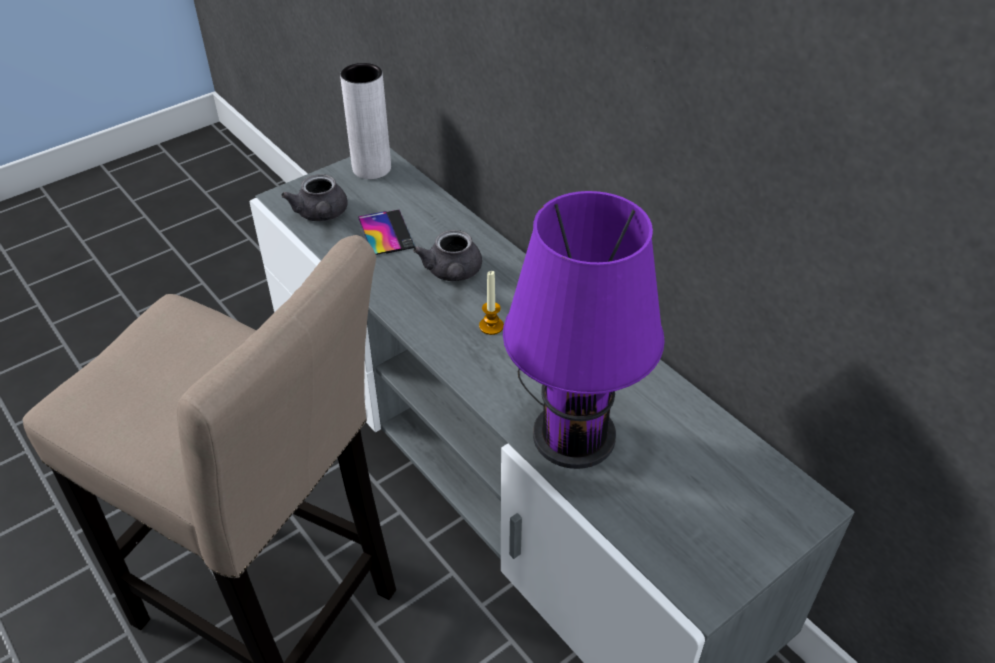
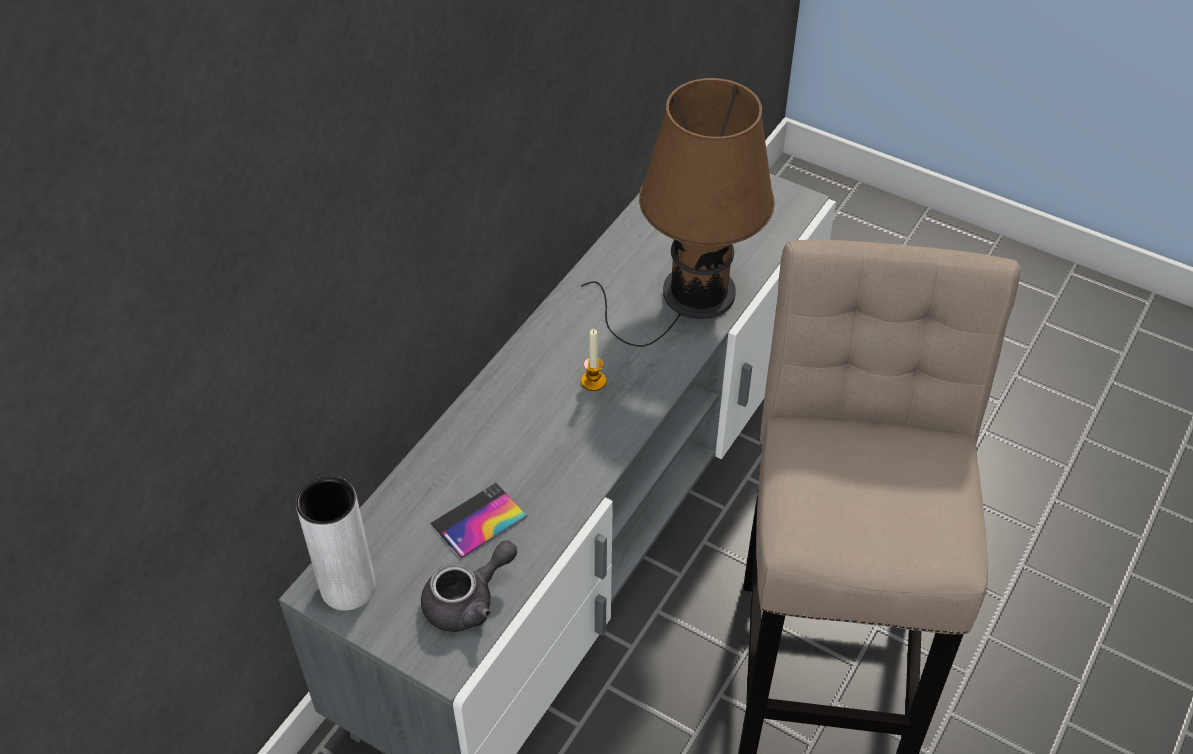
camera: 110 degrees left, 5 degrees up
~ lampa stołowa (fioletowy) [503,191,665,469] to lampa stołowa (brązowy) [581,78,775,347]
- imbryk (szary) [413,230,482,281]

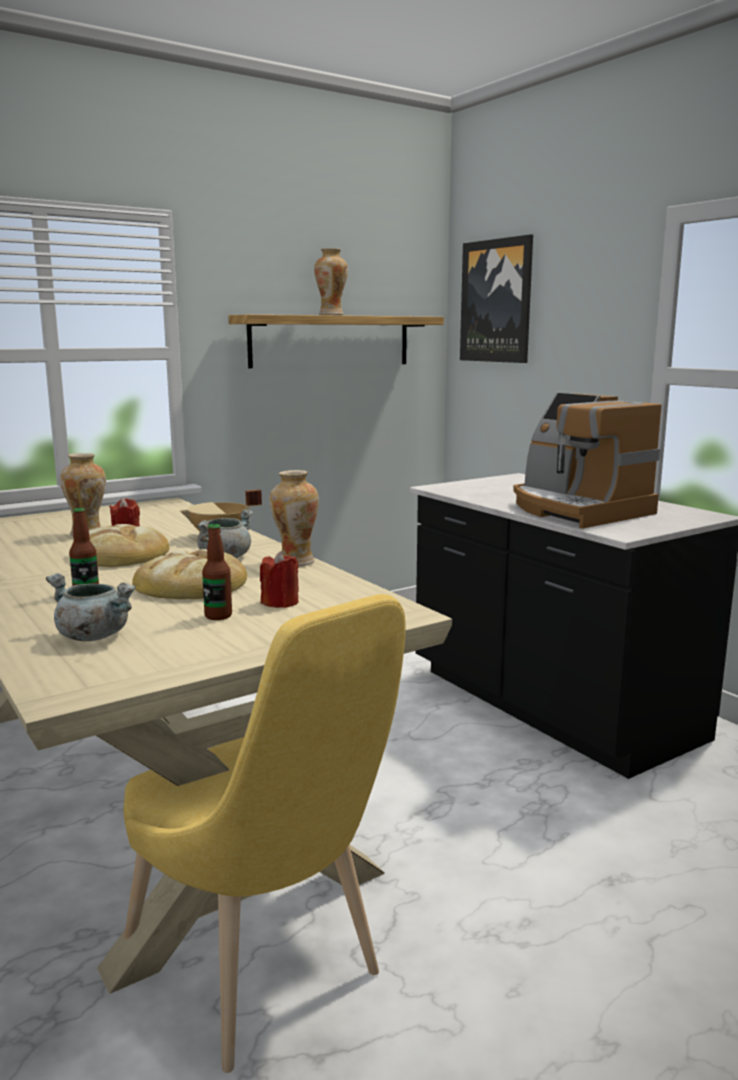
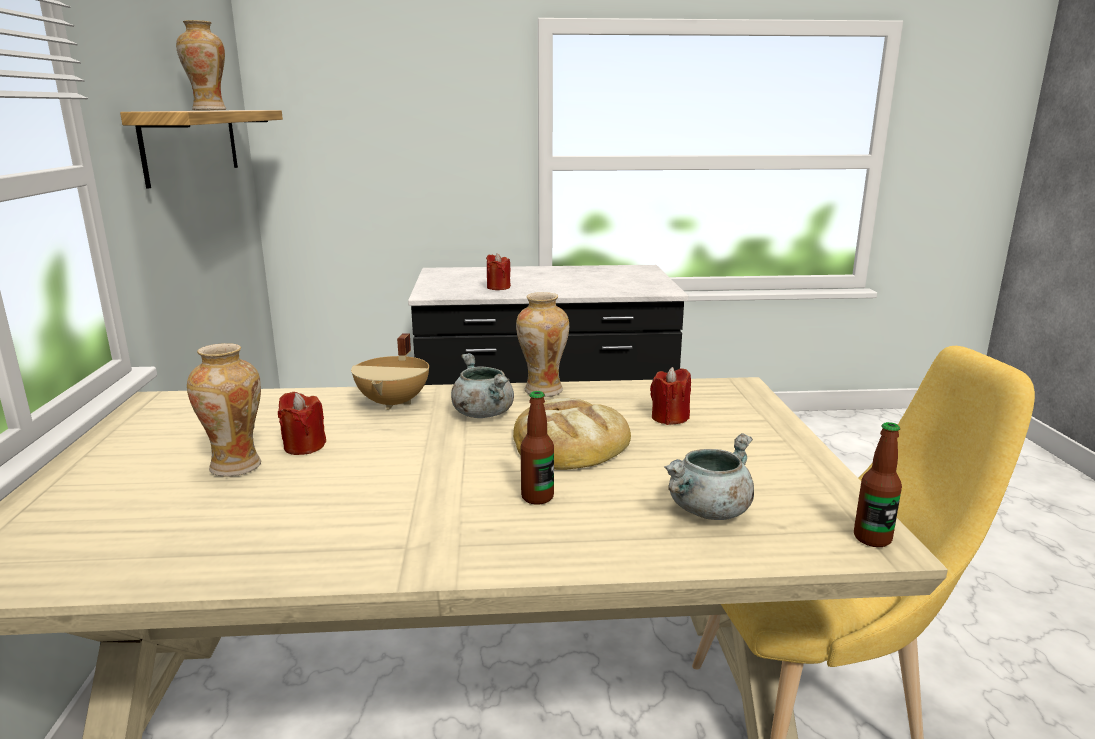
camera: 60 degrees left, 5 degrees up
- obraz [460,234,533,363]
- ekspres do kawy [513,393,661,529]
- chleb [72,524,169,567]
~ butelka [202,524,232,620] to [854,422,902,547]
+ świeca (czerwony) [486,253,511,290]

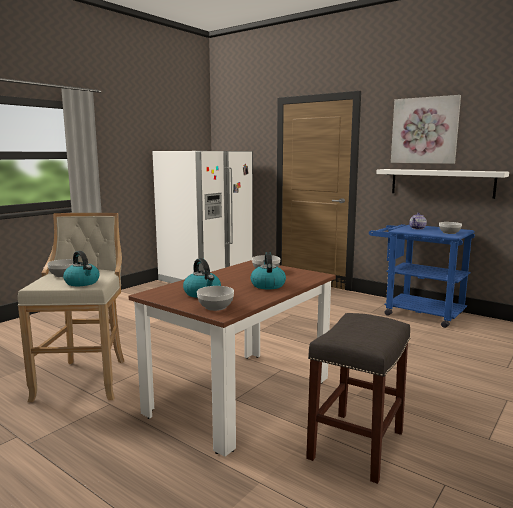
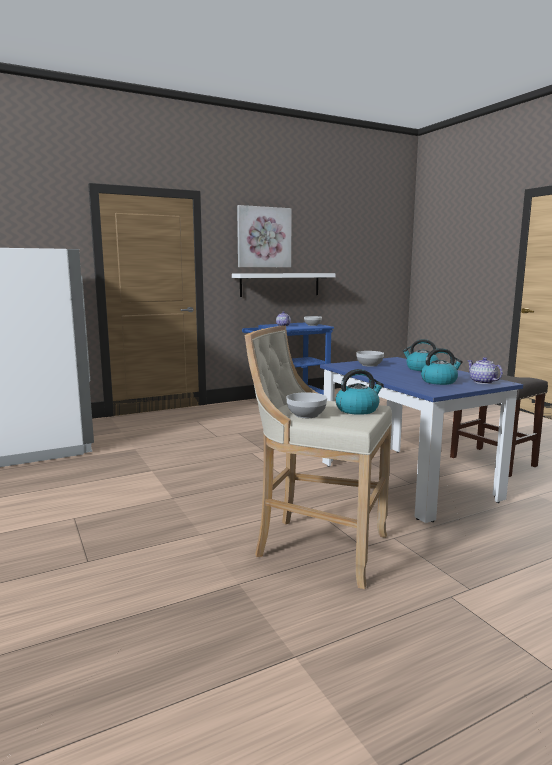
camera: 65 degrees left, 0 degrees up
~ stół jadalny (brązowy) [129,260,336,457] to stół jadalny (niebieski) [320,357,523,523]
~ miska [197,286,234,311] to imbryk [467,357,503,384]

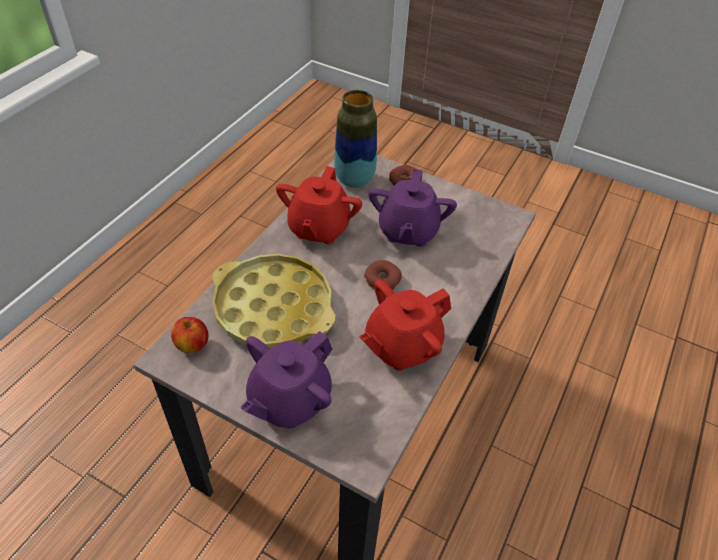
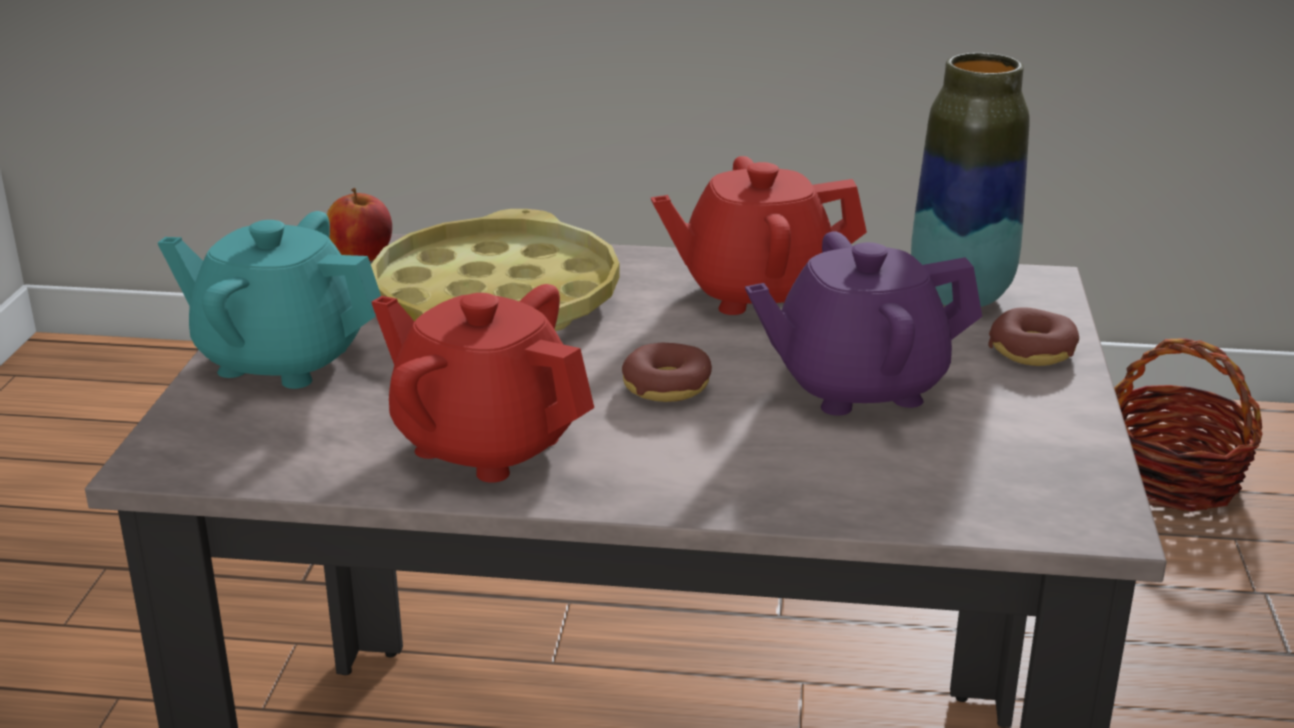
camera: 70 degrees right, 20 degrees down
~ imbryk (fioletowy) [241,331,332,429] to imbryk (turkusowy) [158,211,381,389]
+ koszyk [1114,338,1262,512]

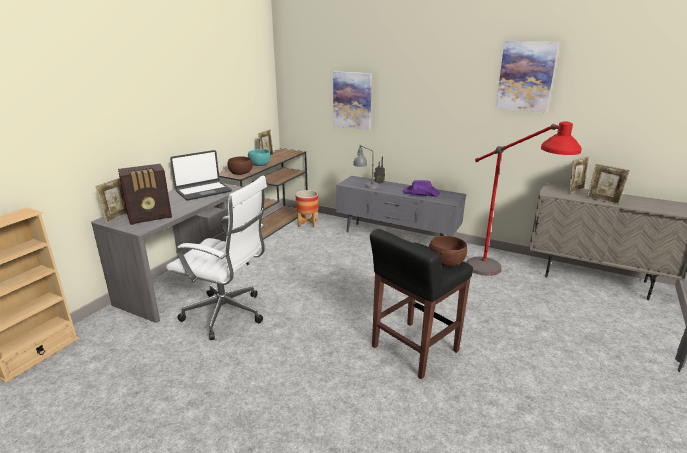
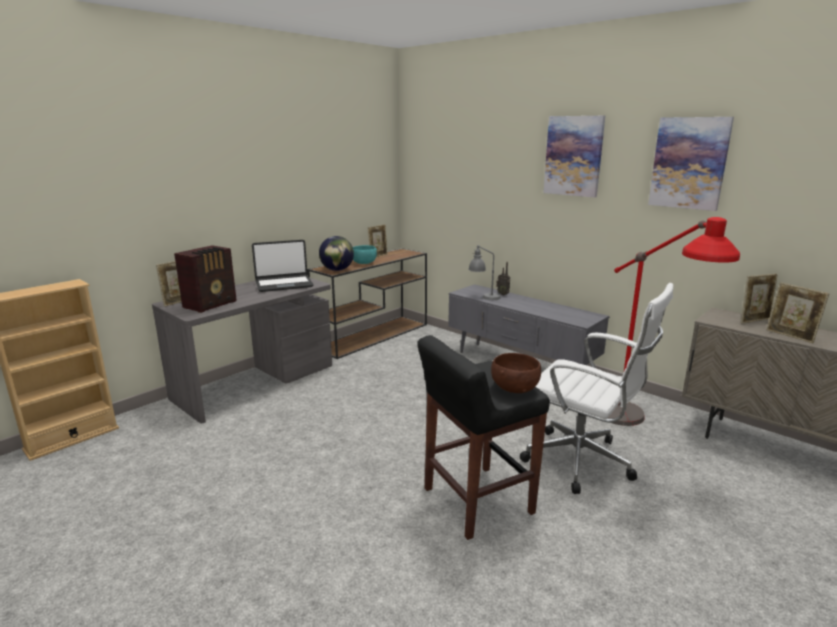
camera: 15 degrees right, 5 degrees down
~ obraz [333,71,372,130] to [543,116,605,198]
~ miska (brązowy) [227,156,253,175] to globus [319,236,354,271]
~ radio [118,164,172,225] = [174,245,236,313] 45 degrees counterclockwise
~ krzesło biurowe (biały) [166,175,267,340] to [520,283,674,494]
- kapelusz (fioletowy) [402,180,440,196]
- donica [296,190,319,228]

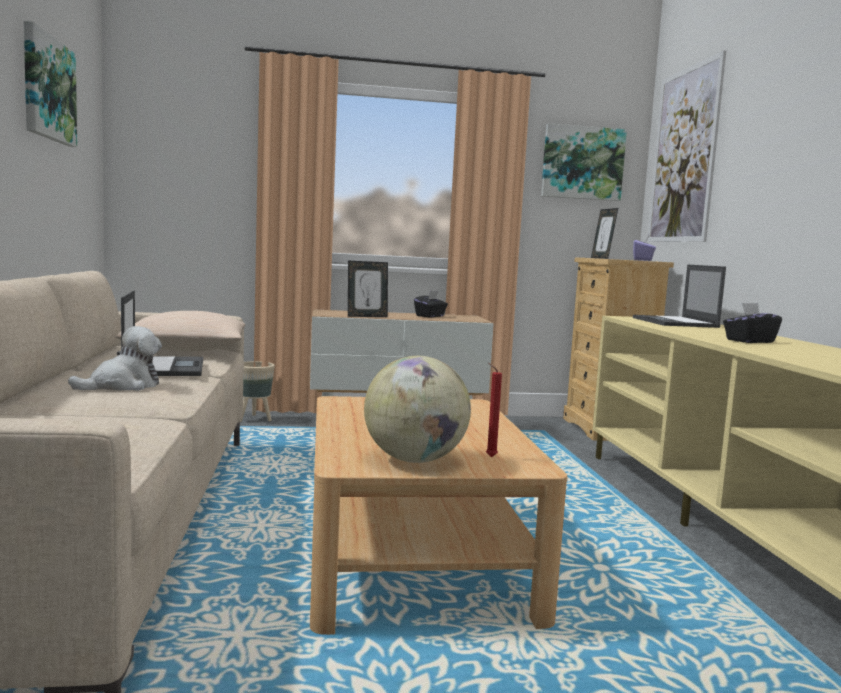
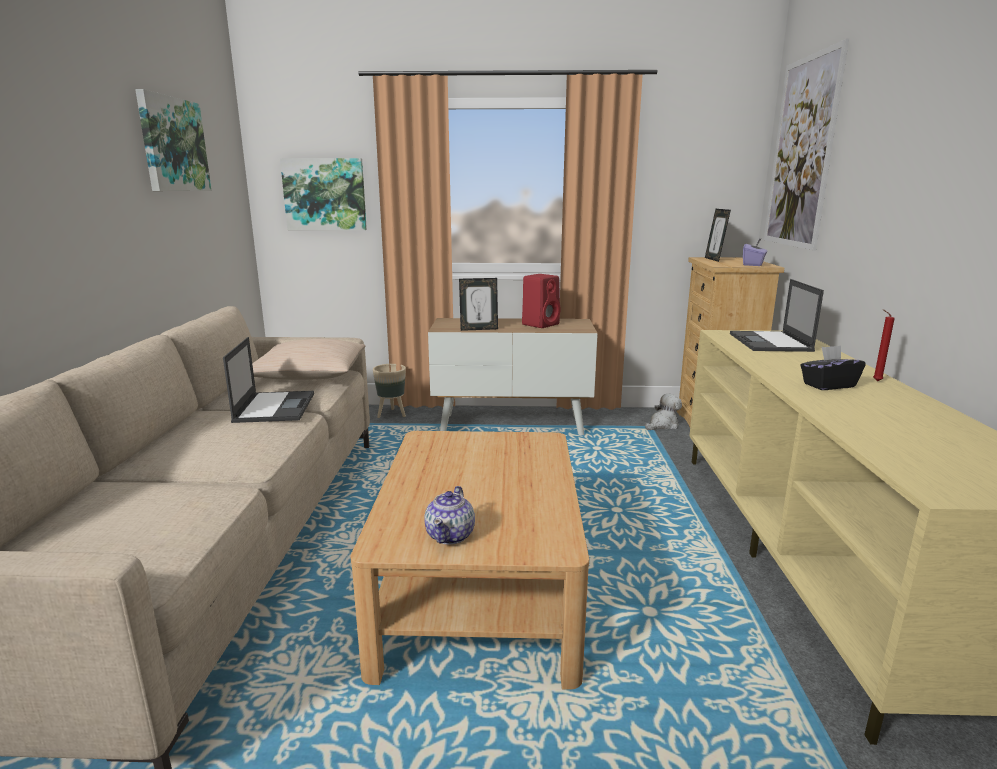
camera: 10 degrees right, 10 degrees up
~ obraz [541,123,627,201] to [280,158,367,230]
~ pudełko chusteczek (czarny) [414,291,448,318] to głośnik (czerwony) [522,274,561,328]
~ pluszak [68,326,162,391] to [645,394,682,430]
~ globus [364,356,471,463] to imbryk [424,486,475,545]
~ świeca (czerwony) [486,363,502,457] to [873,309,895,381]

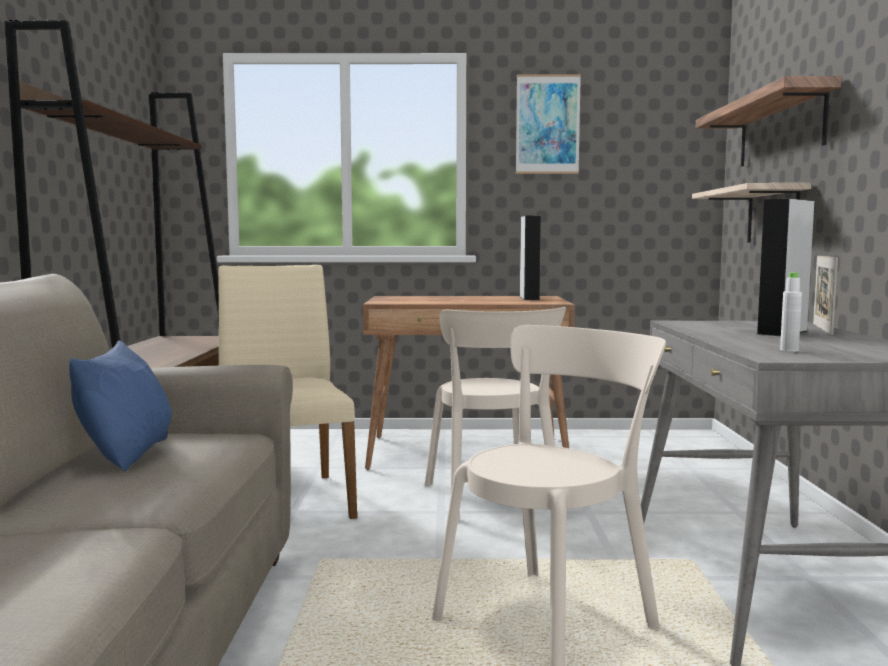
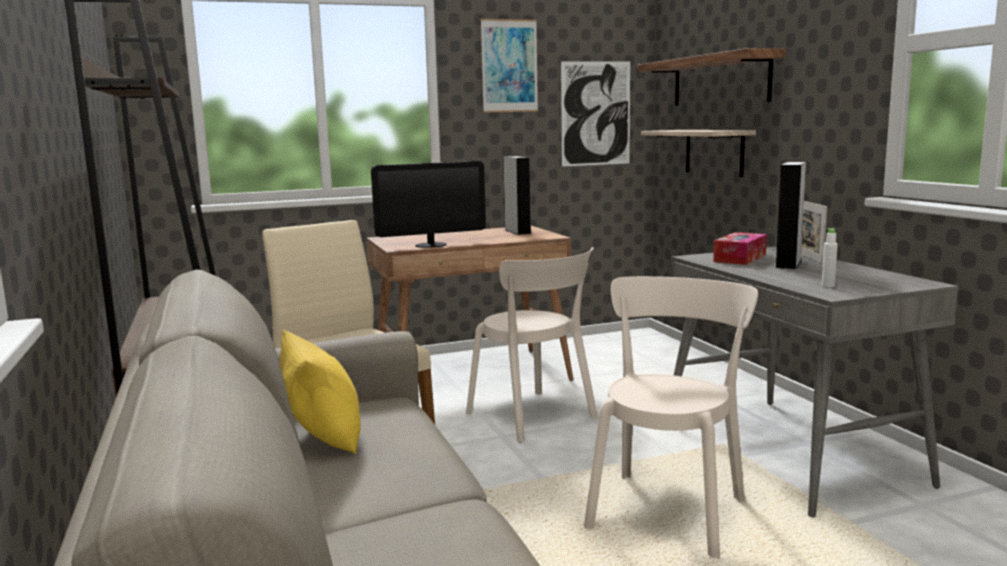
camera: 20 degrees left, 5 degrees up
~ poduszka (niebieski) [69,340,172,471] to poduszka (żółty) [280,330,361,454]
+ obraz [561,61,630,167]
+ monitor [371,161,486,248]
+ pudełko chusteczek [713,232,767,265]

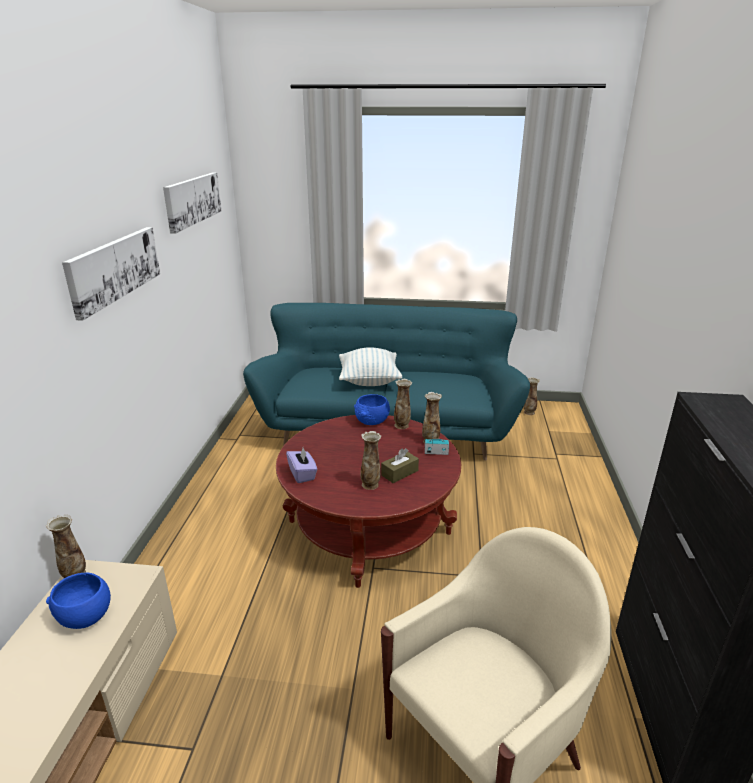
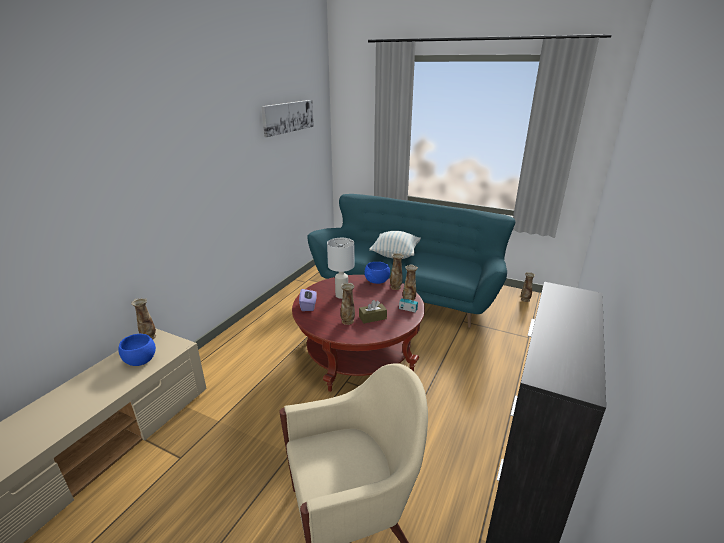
camera: 20 degrees right, 0 degrees up
- obraz [62,227,160,321]
+ lampa stołowa (biały) [327,238,355,299]

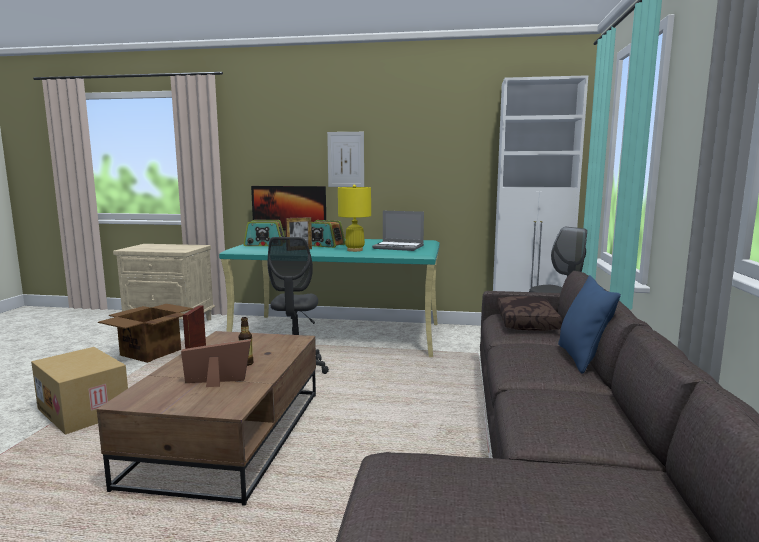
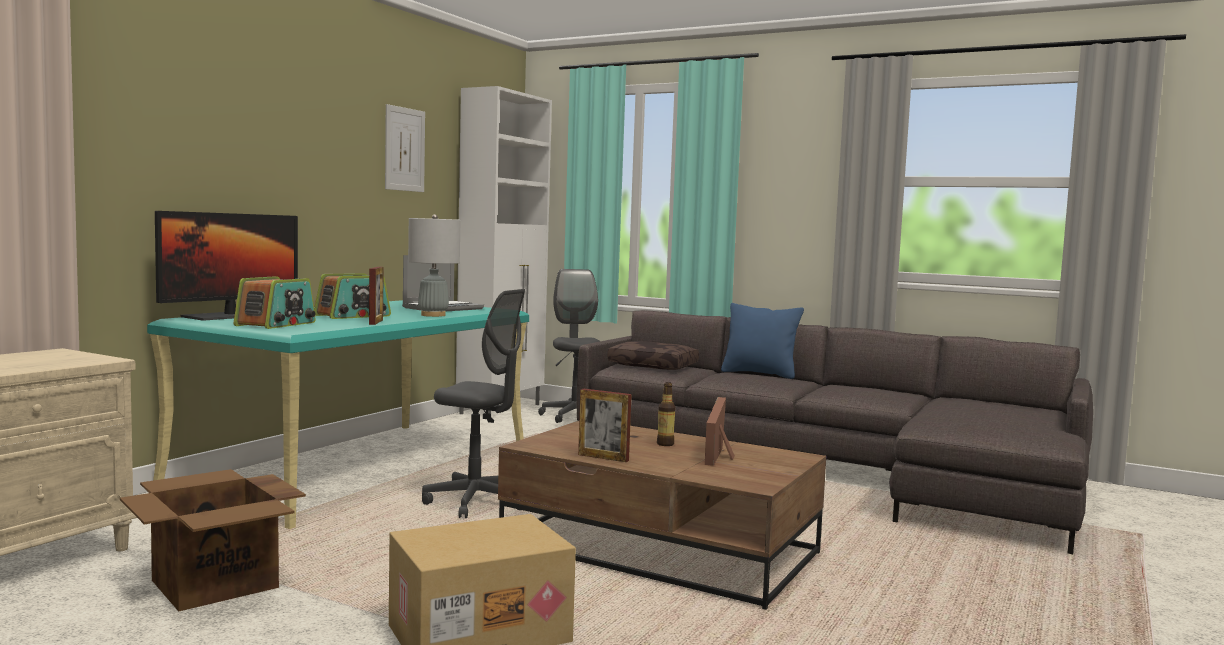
camera: 70 degrees left, 5 degrees down
~ obraz [327,132,364,187] to [385,104,425,192]
~ lampa stołowa (żółty) [338,185,371,252] to lampa stołowa (szary) [408,214,461,317]

